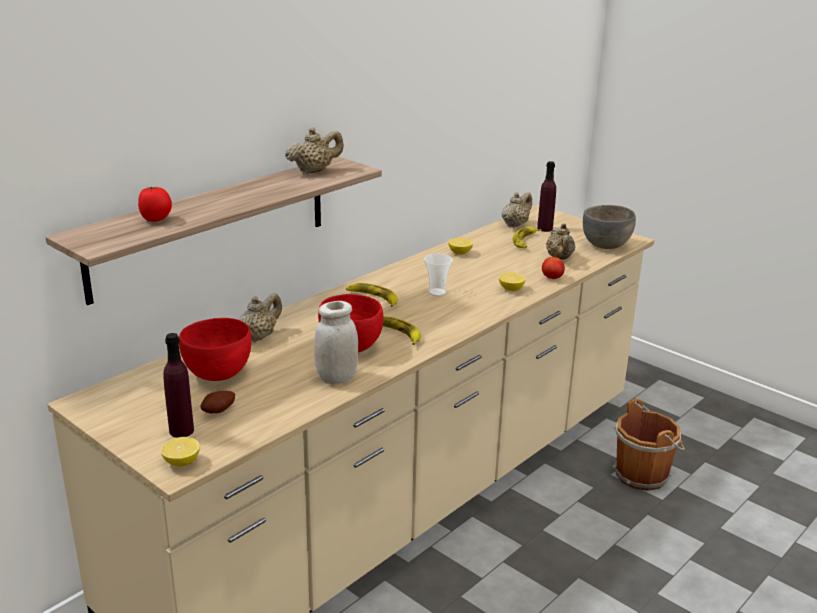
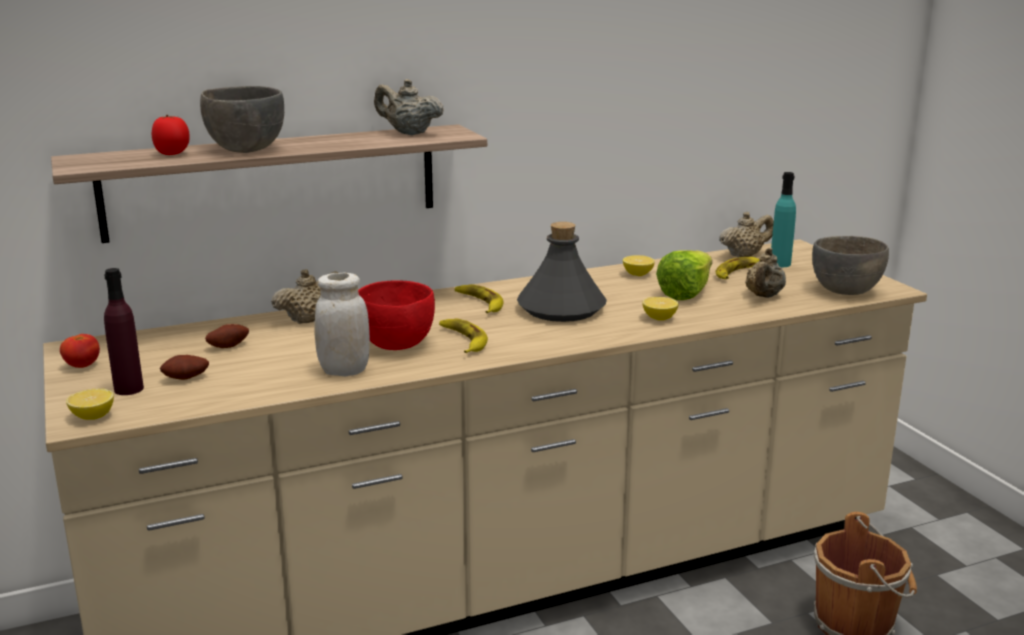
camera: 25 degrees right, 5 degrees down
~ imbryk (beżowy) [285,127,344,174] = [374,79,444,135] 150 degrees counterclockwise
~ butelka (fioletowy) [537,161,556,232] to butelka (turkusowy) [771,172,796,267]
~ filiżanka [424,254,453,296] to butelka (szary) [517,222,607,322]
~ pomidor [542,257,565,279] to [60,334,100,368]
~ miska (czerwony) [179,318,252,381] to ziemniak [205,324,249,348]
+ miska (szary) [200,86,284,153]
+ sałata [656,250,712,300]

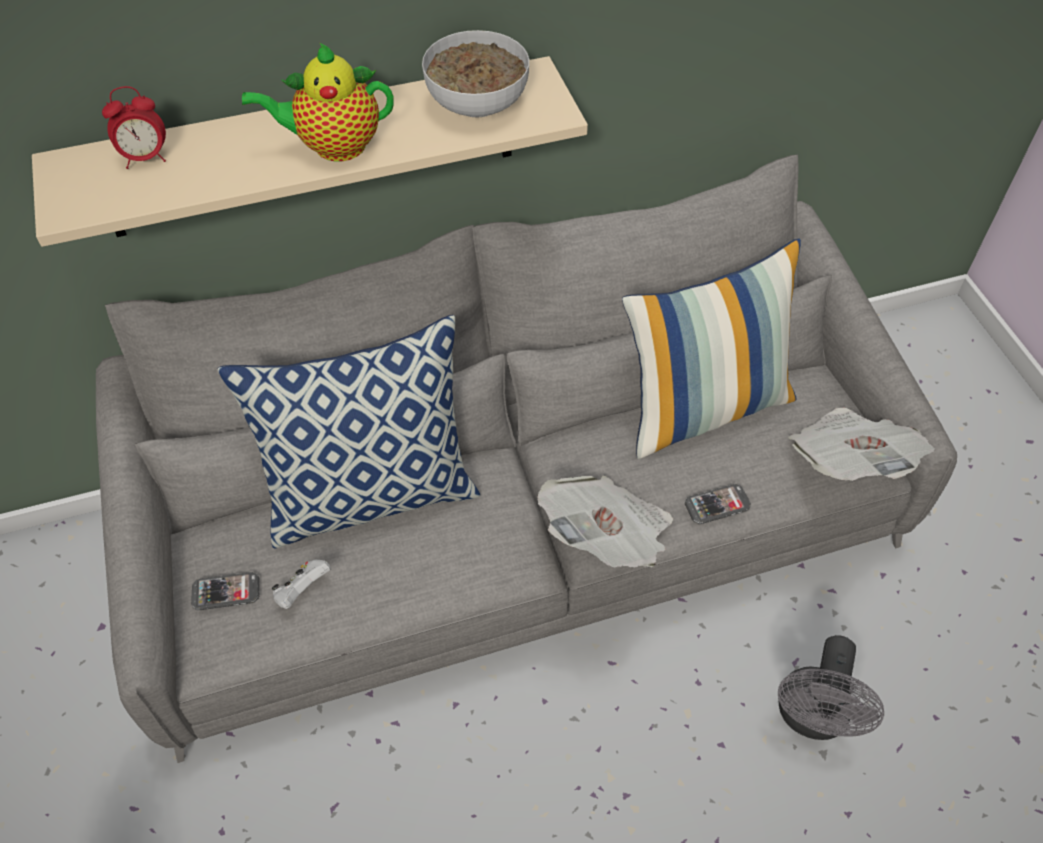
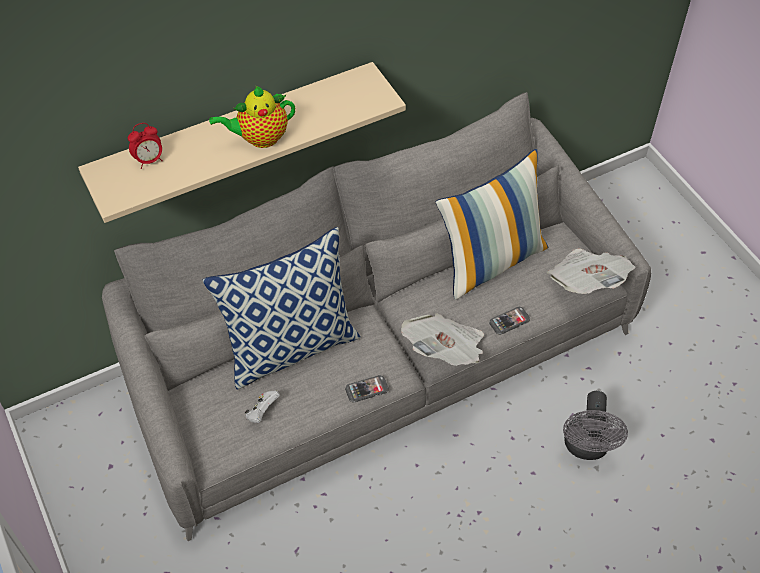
camera: 10 degrees left, 0 degrees up
- miska [422,30,529,117]
~ telefon [191,572,259,610] to [345,375,389,403]

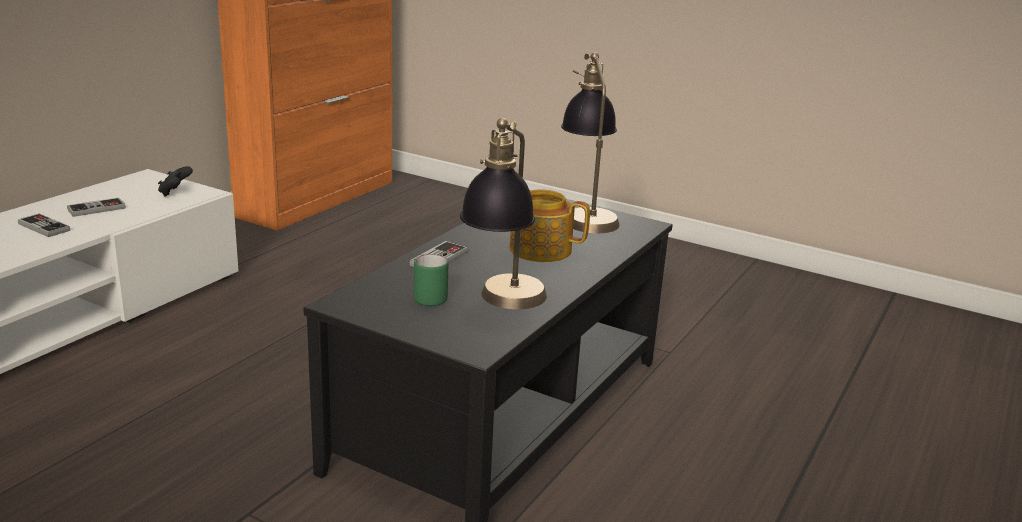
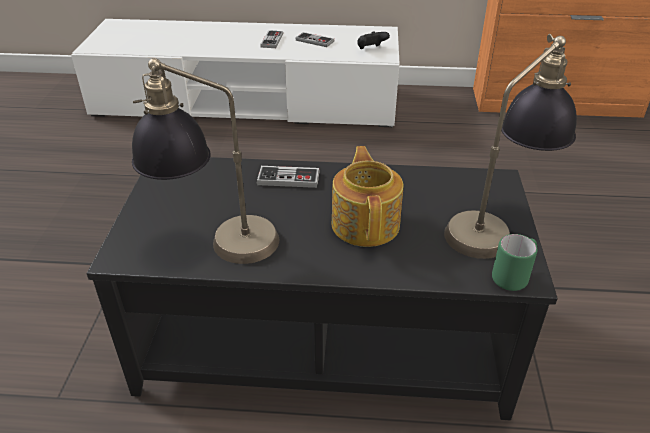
camera: 65 degrees right, 15 degrees up
~ kubek (zielony) [414,254,448,306] to [492,234,538,291]

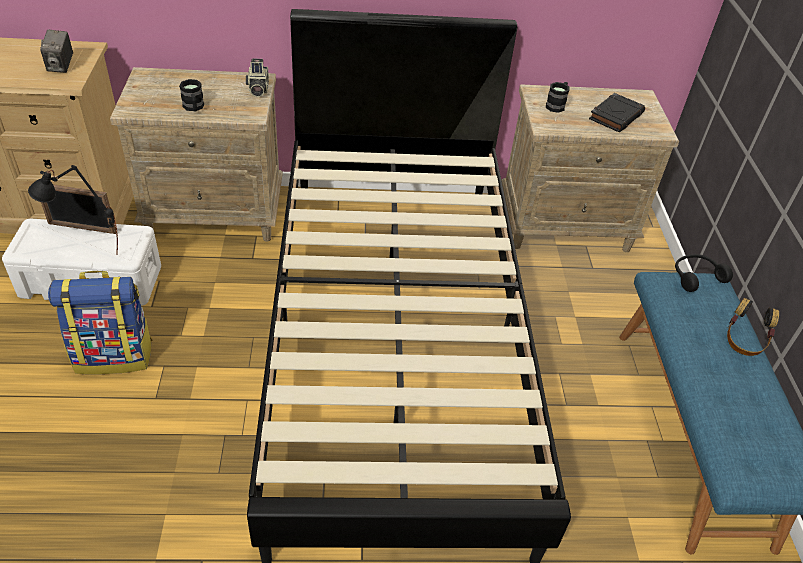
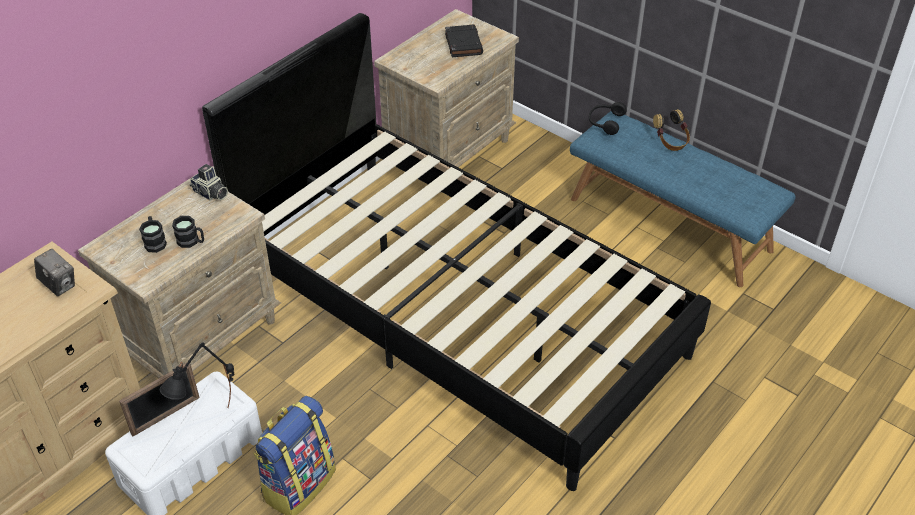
camera: 45 degrees left, 0 degrees up
~ kubek (czarny) [546,82,569,113] to [139,216,167,253]

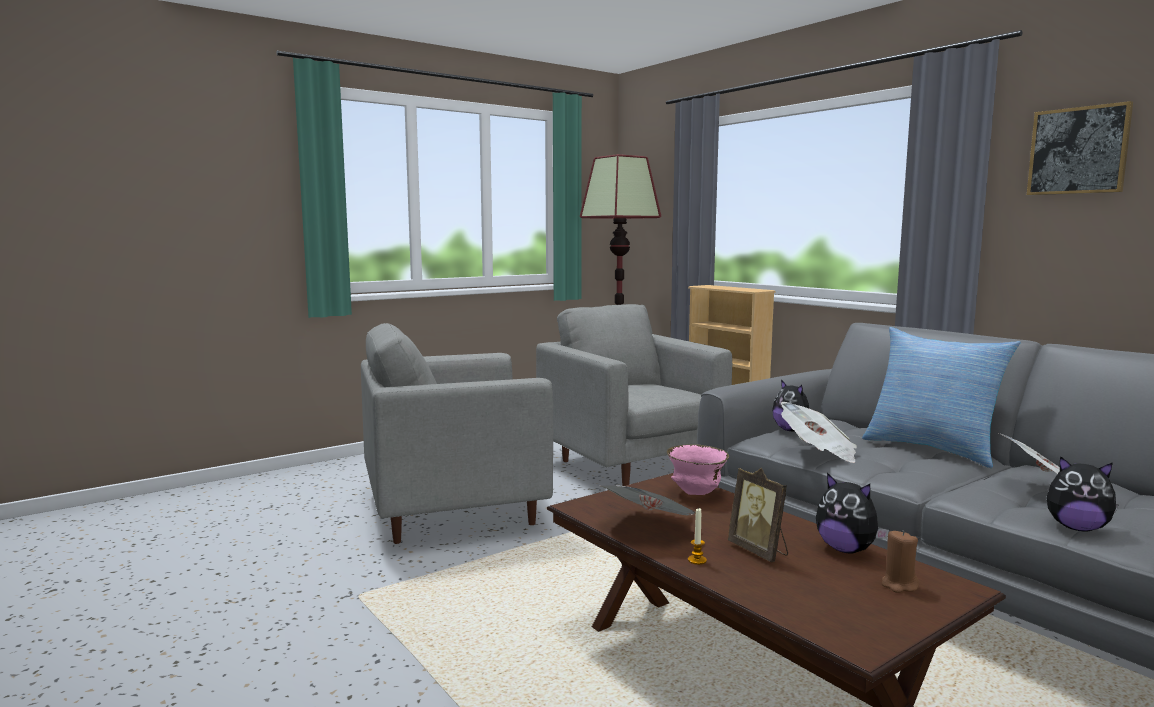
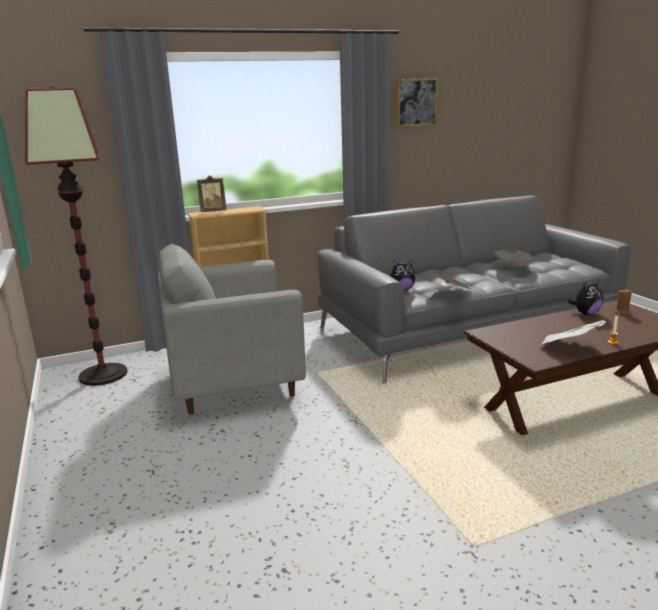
camera: 75 degrees left, 10 degrees up
- fotel (szary) [361,323,553,544]
- poduszka [862,327,1021,468]
- miska (różowy) [667,444,729,495]
- pluszak [1047,456,1119,531]
~ ramka na zdjęcie [728,468,788,562] to [197,175,226,212]

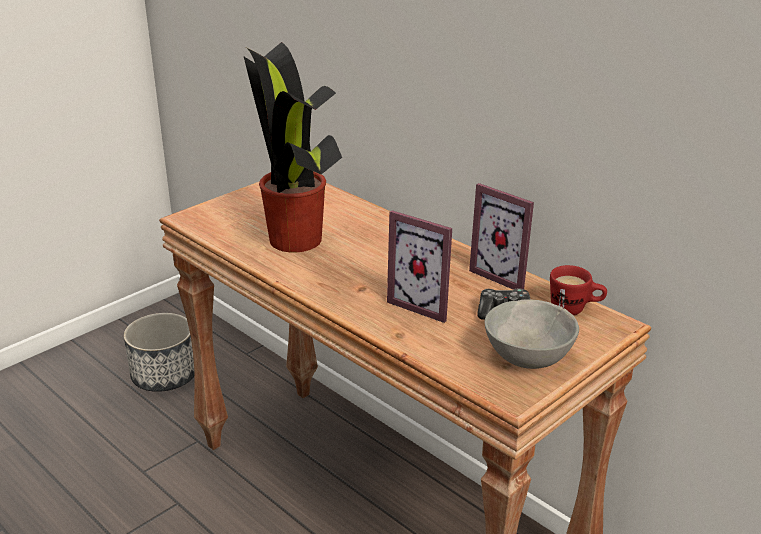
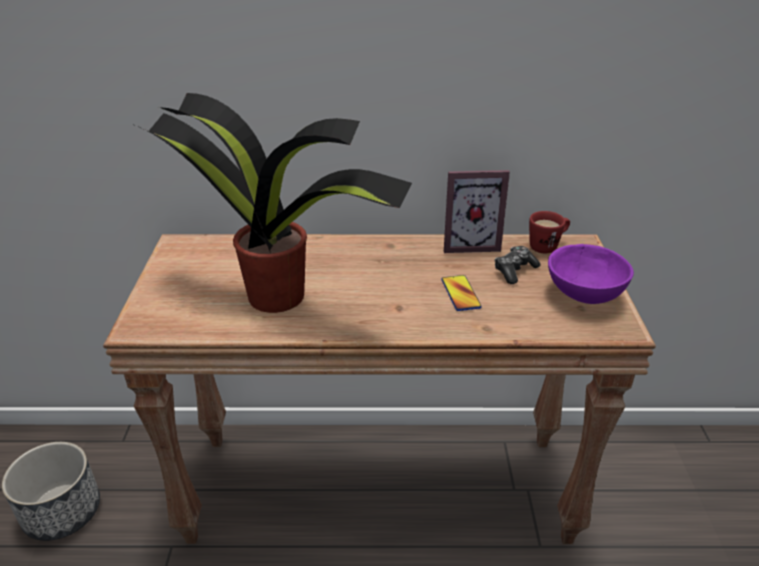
camera: 45 degrees left, 5 degrees up
~ ramka na zdjęcie [387,210,452,323] to telefon [441,275,482,311]
~ miska (szary) [484,299,579,369] to miska (fioletowy) [548,244,634,304]

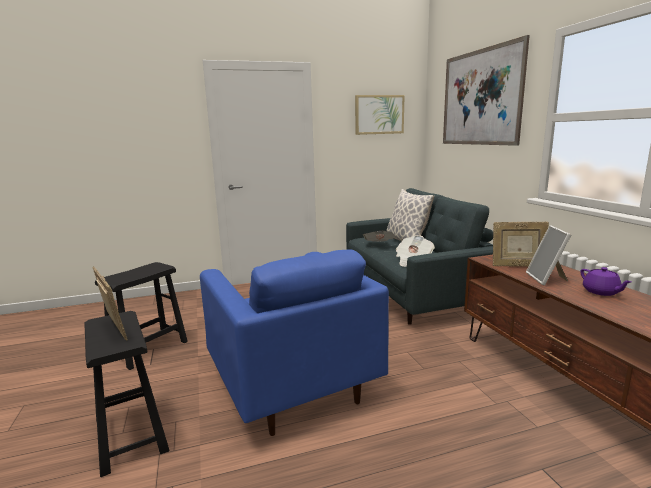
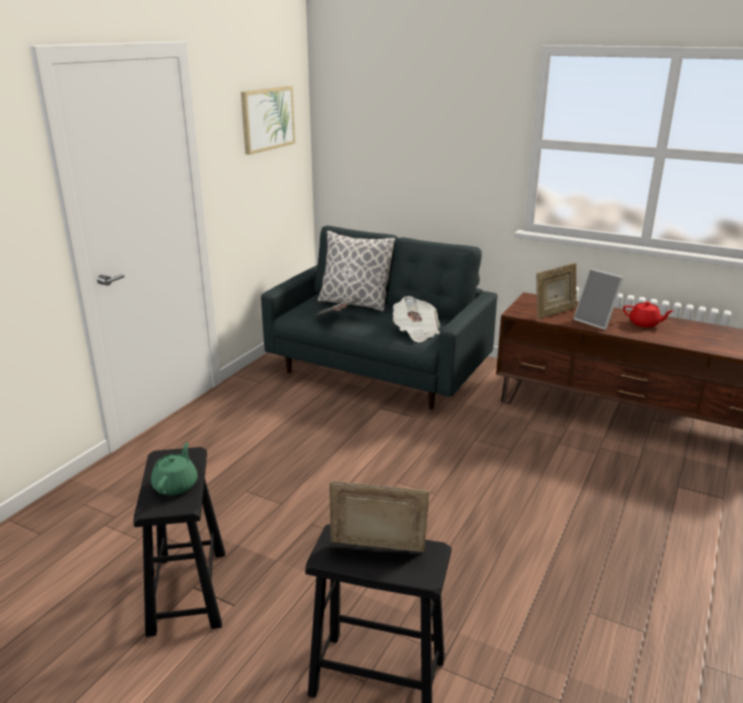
camera: 45 degrees left, 10 degrees up
- obraz [443,35,530,146]
- fotel (niebieski) [200,250,389,436]
~ imbryk (fioletowy) [580,267,631,296] to imbryk (czerwony) [623,301,673,327]
+ imbryk (zielony) [151,442,197,495]

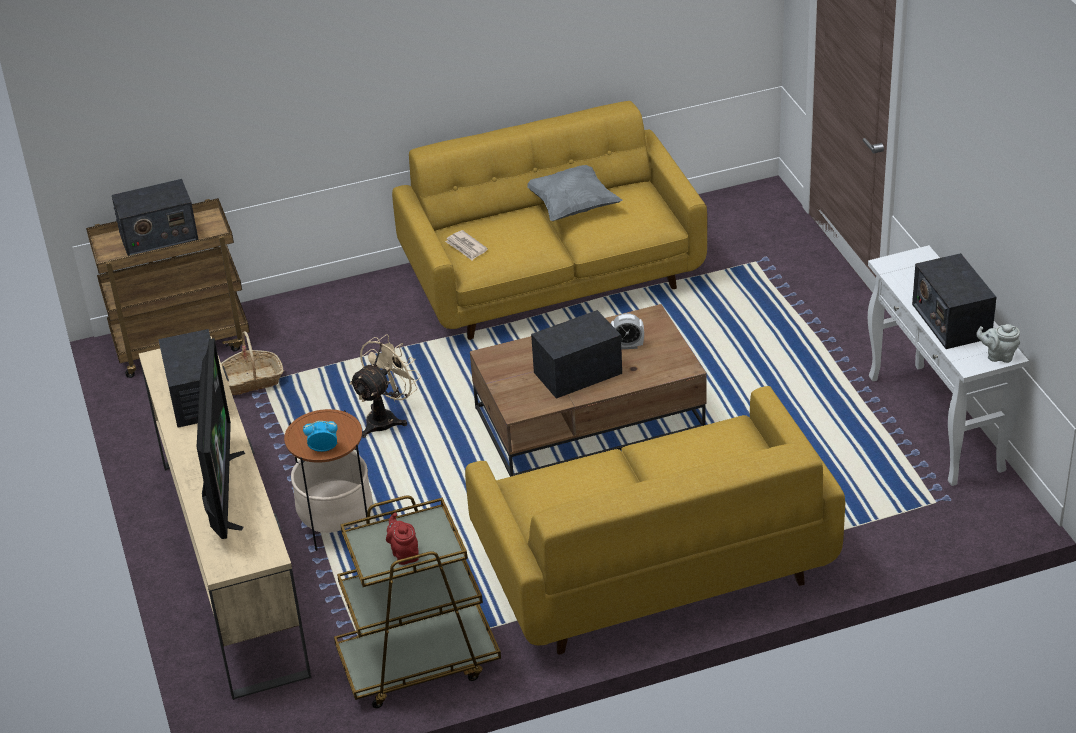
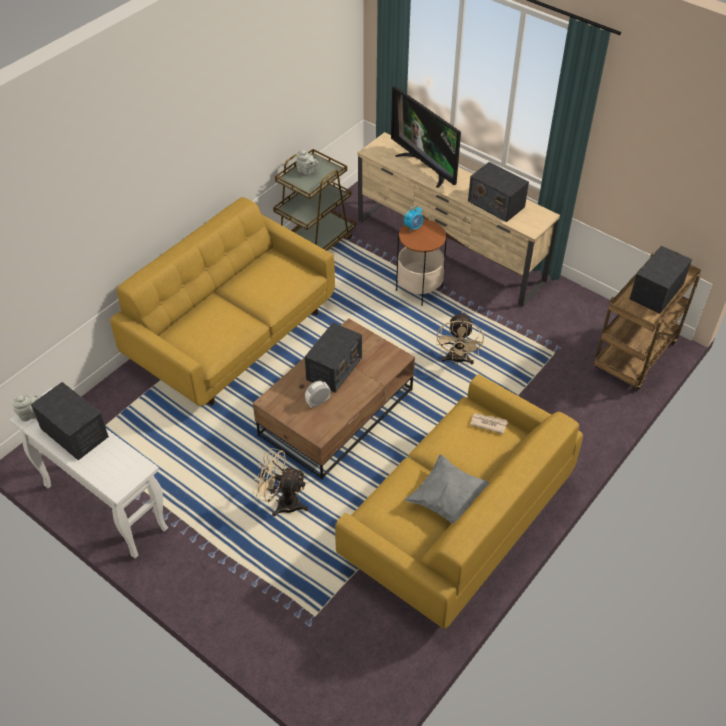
camera: 145 degrees right, 10 degrees up
- koszyk [221,331,284,395]
~ imbryk (czerwony) [386,513,419,565] to imbryk (szary) [296,150,318,175]
+ wentylator (beżowy) [253,448,308,517]

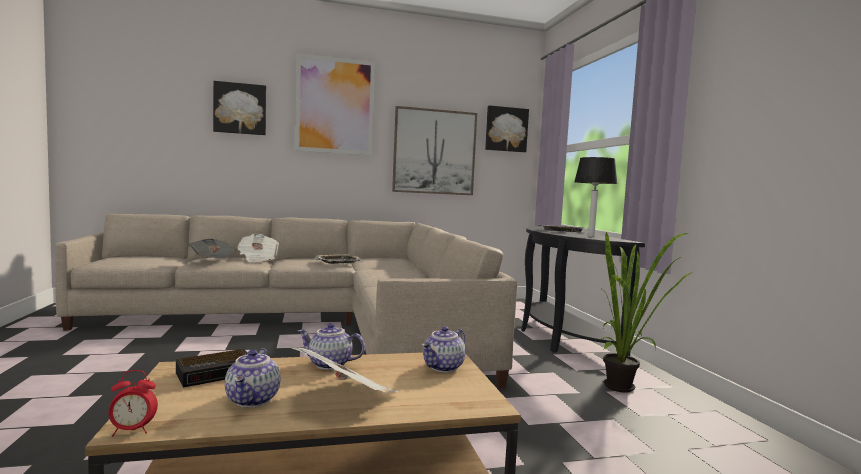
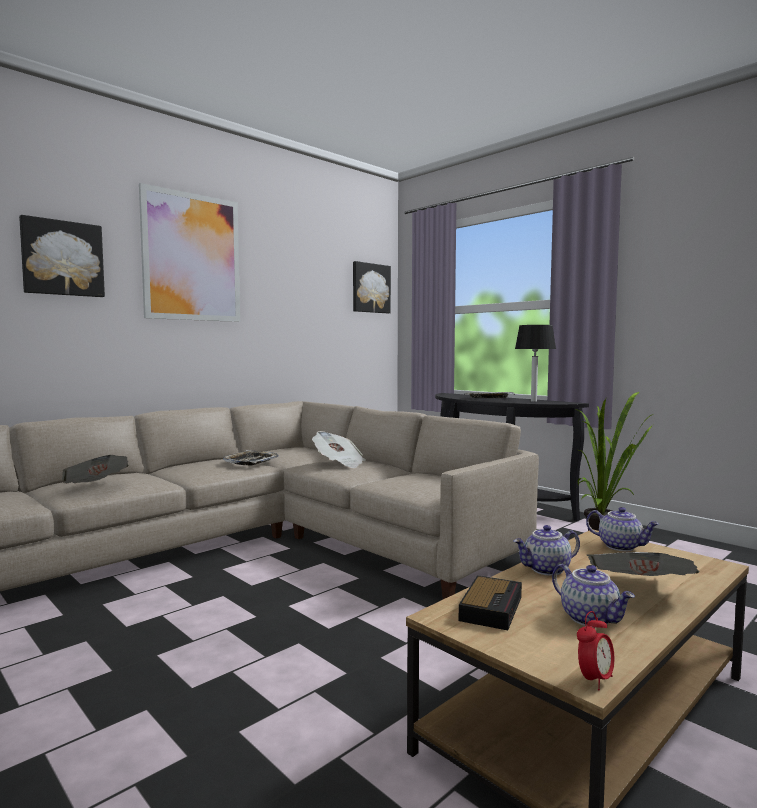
camera: 30 degrees left, 0 degrees up
- obraz [392,106,477,195]
~ gazeta [237,234,279,263] to [312,431,366,468]
~ imbryk [422,326,465,372] = [586,507,659,551] 60 degrees counterclockwise

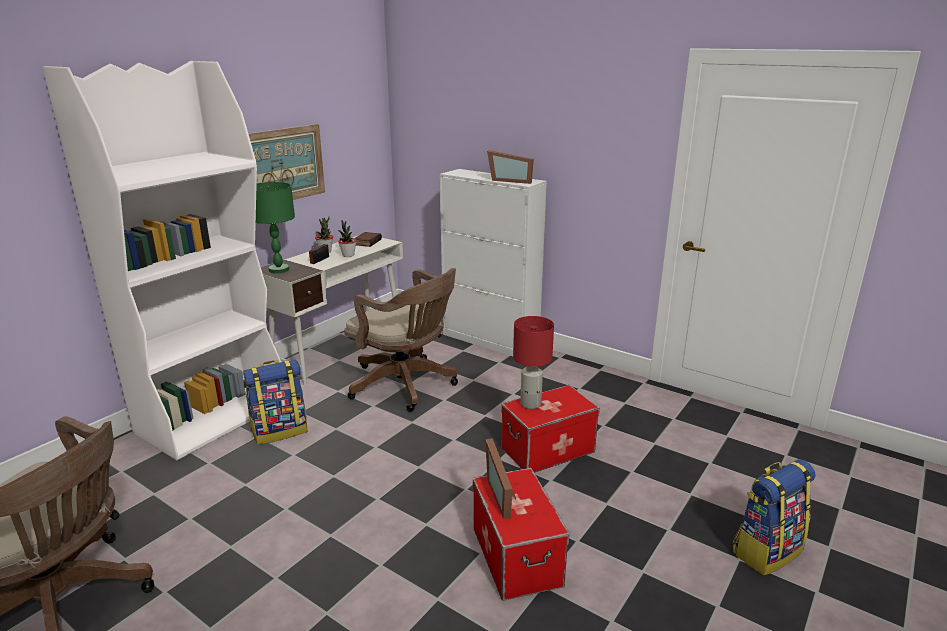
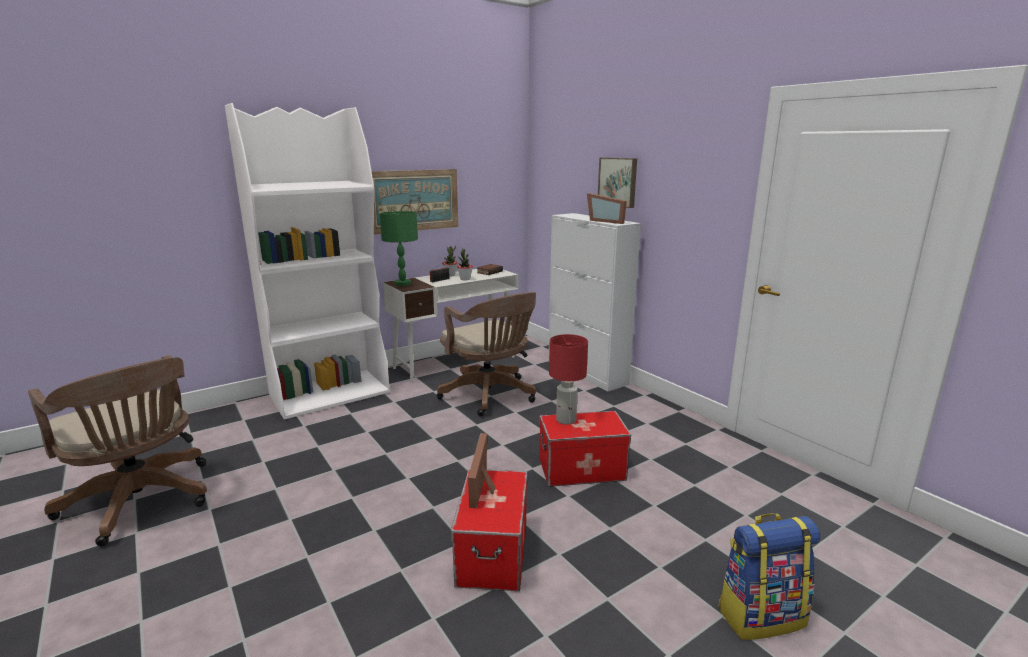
camera: 20 degrees right, 5 degrees down
- plecak [243,359,308,445]
+ obraz [598,157,637,208]

